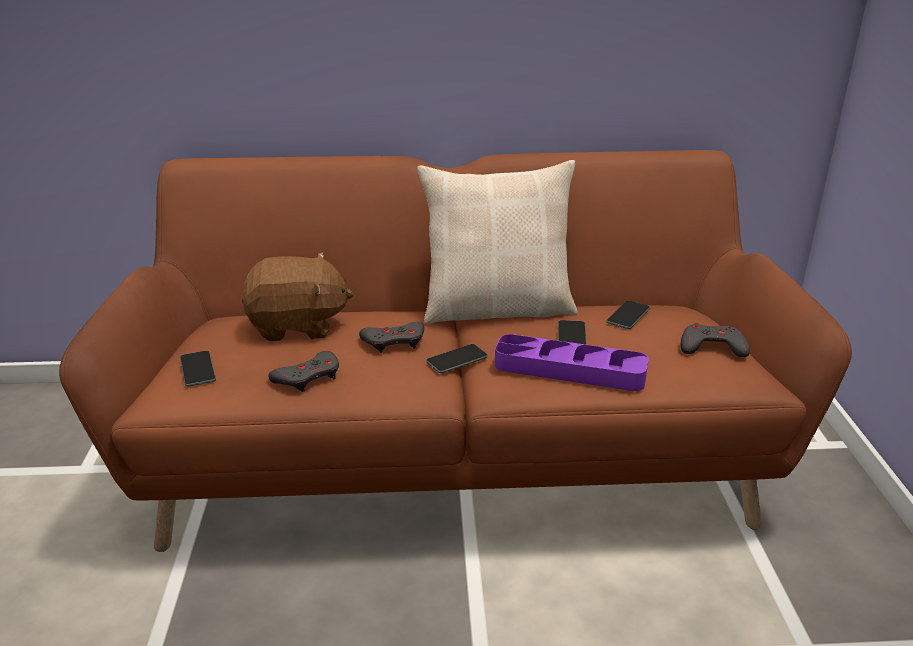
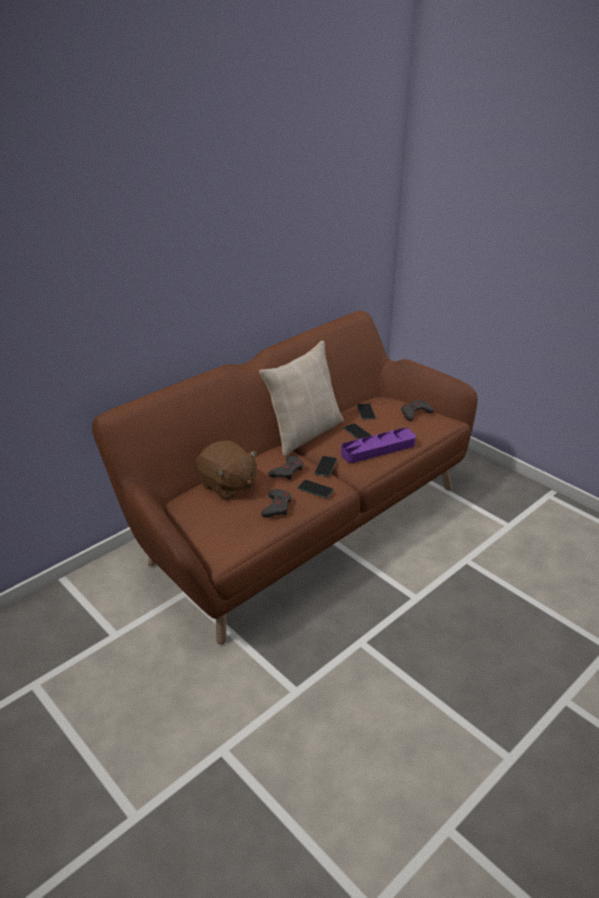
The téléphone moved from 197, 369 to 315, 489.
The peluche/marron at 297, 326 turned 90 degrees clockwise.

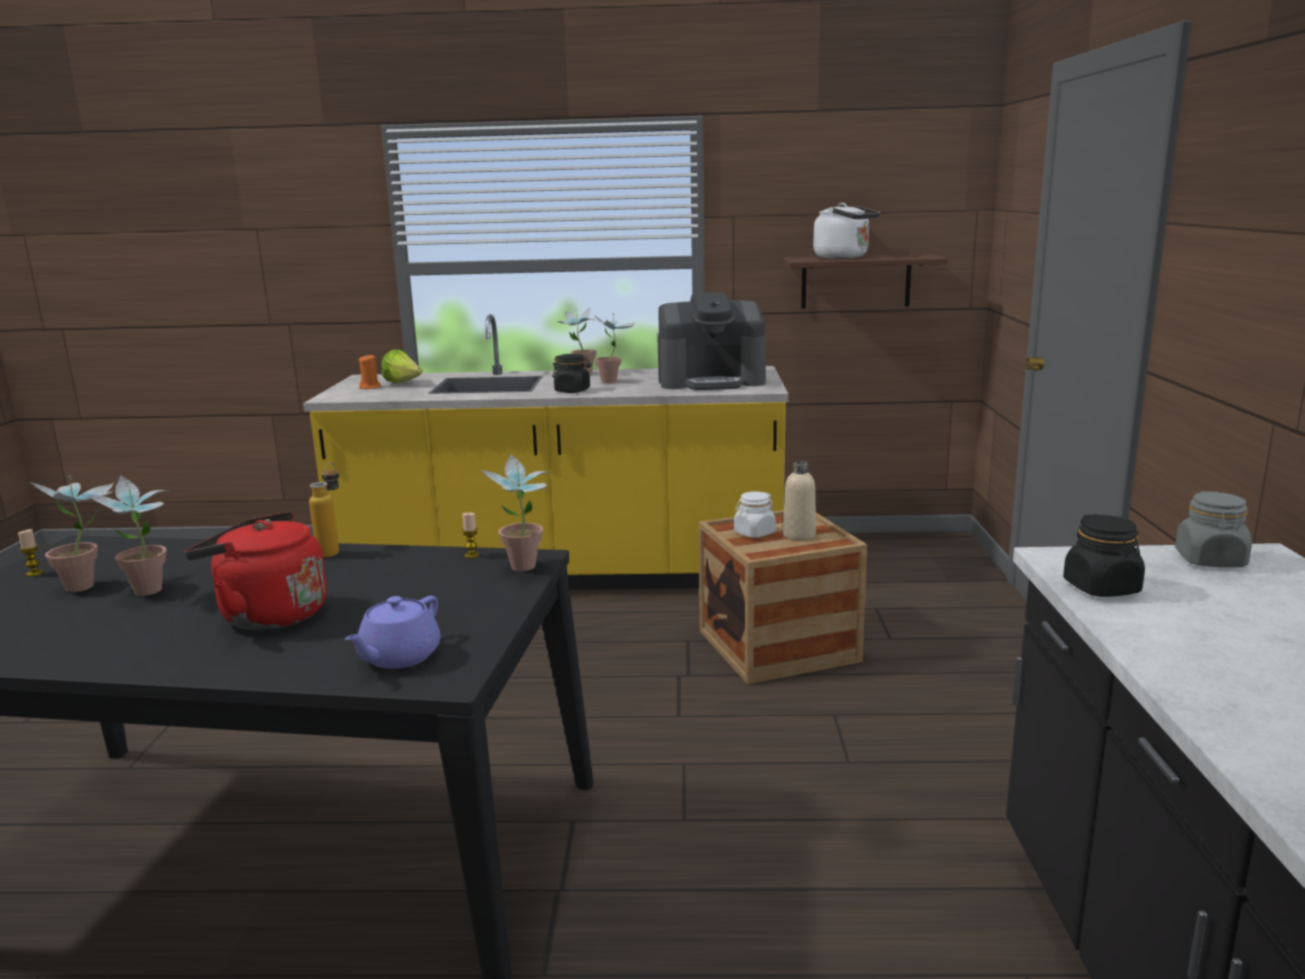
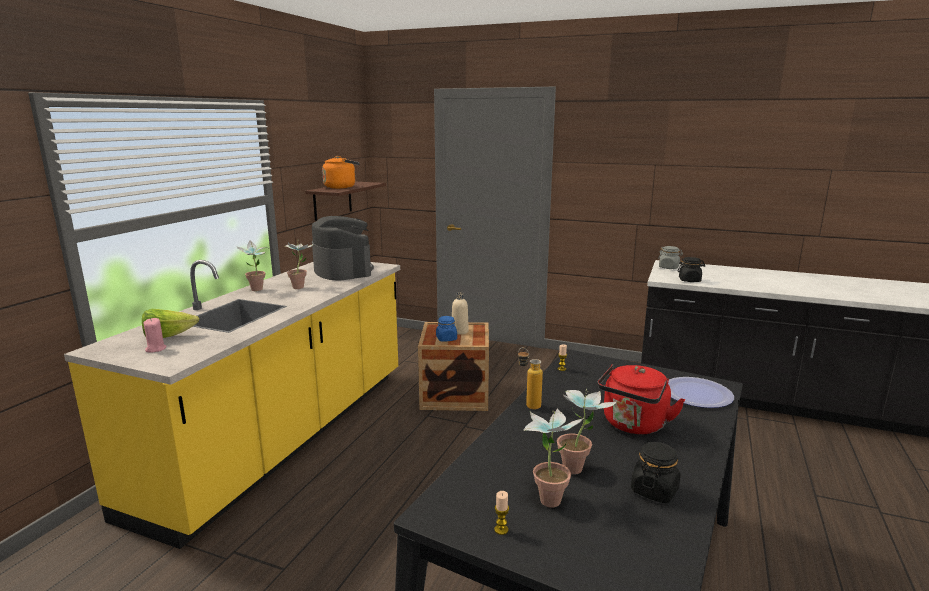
The théière/violet at 398, 657 was replaced by the assiette at 697, 394.
The bougie/orange at 370, 387 became the bougie/rose at 155, 349.
The plante en pot at 524, 570 disappeared.
The bocal/noir moved from 572, 391 to 654, 490.
The machine à café at 711, 381 turned 45 degrees counterclockwise.
The bocal/blanc at 754, 533 became the bocal/bleu at 446, 339.
The bouilloire/blanc at 844, 257 became the bouilloire/orange at 342, 187.

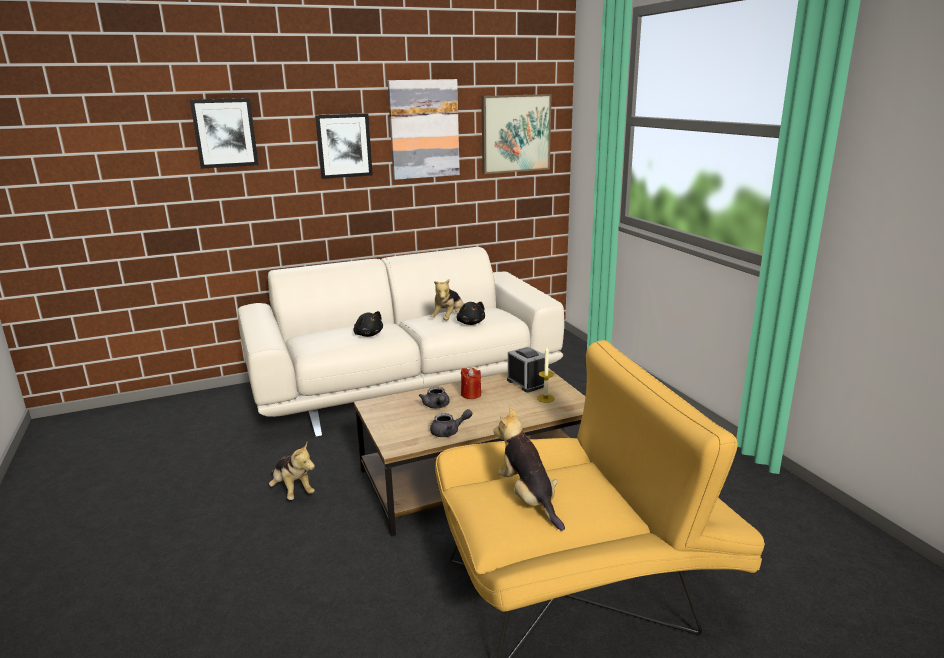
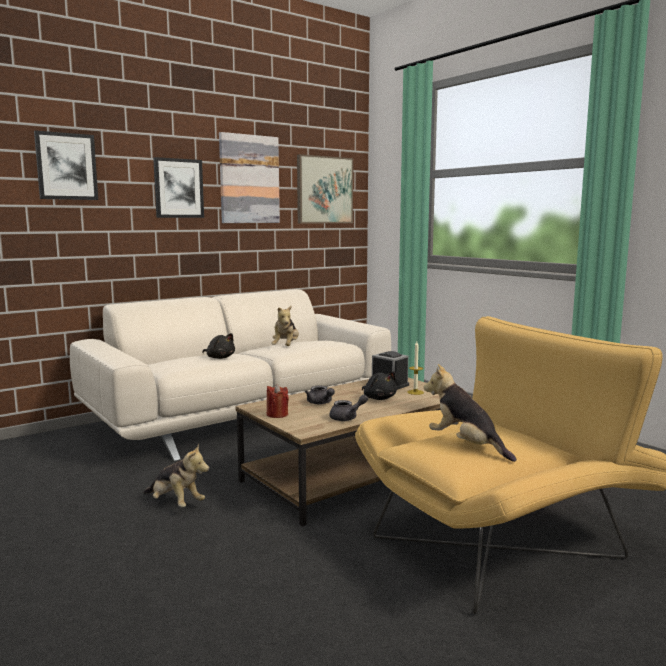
The peluche/noir moved from 470, 323 to 379, 398.
The bougie/rouge moved from 471, 394 to 277, 414.

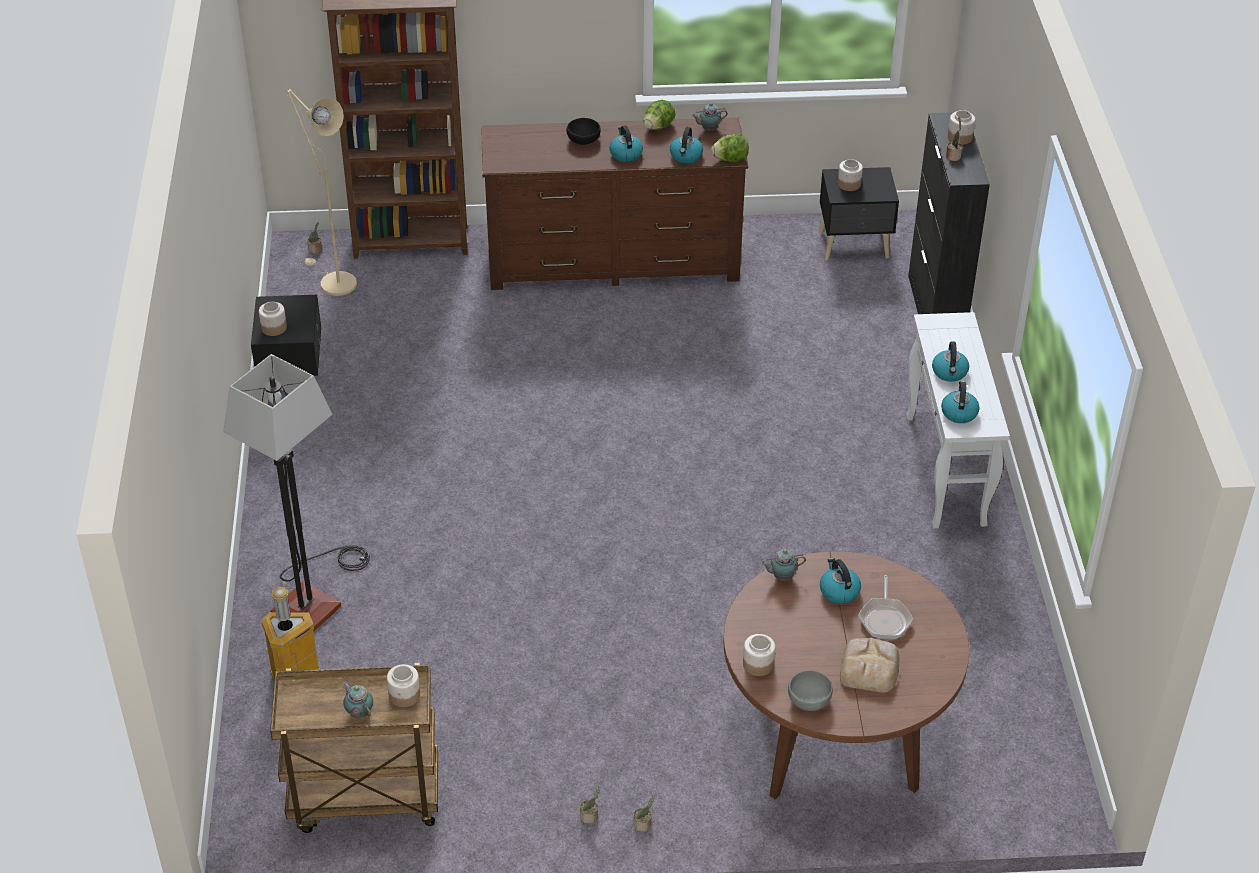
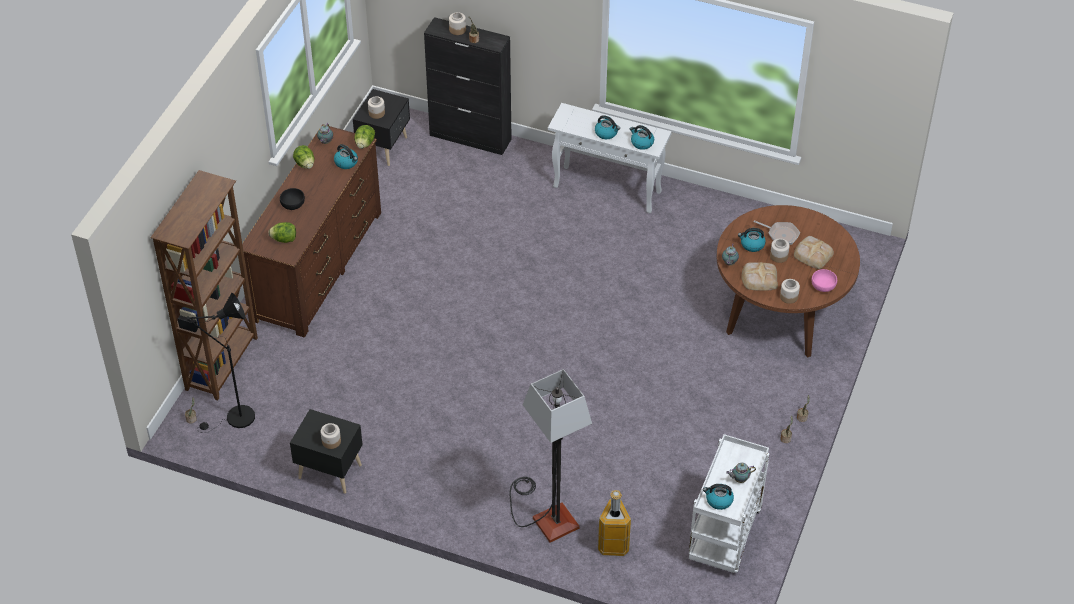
The chariot/marron at 364, 800 became the chariot/blanc at 725, 537.
The lampadaire/beige at 333, 281 became the lampadaire/noir at 235, 419.
The bocal moved from 404, 695 to 779, 256.
The bouilloire moved from 625, 154 to 718, 500.
The bol/gris at 809, 699 became the bol/rose at 823, 285.
The laitue at 284, 239 appeared.
The pain at 759, 278 appeared.

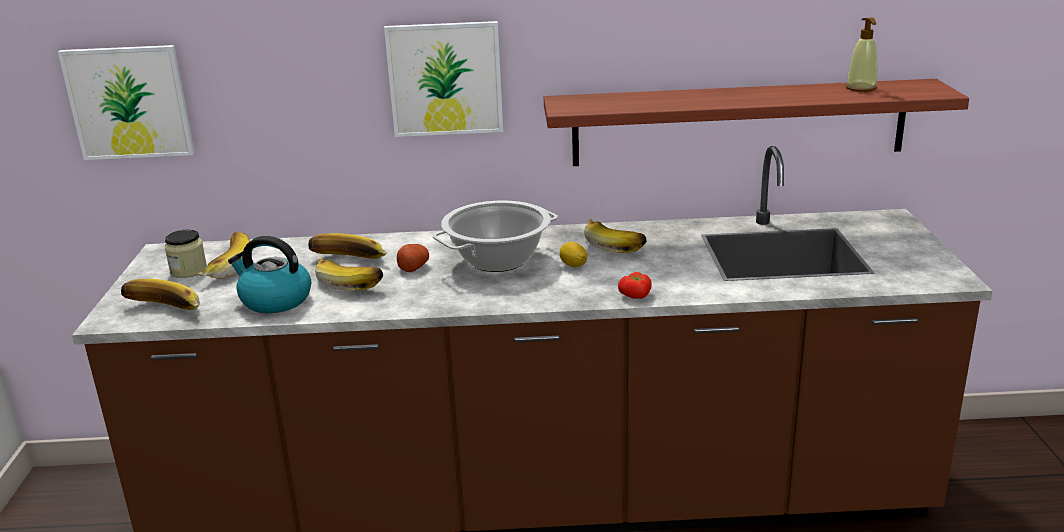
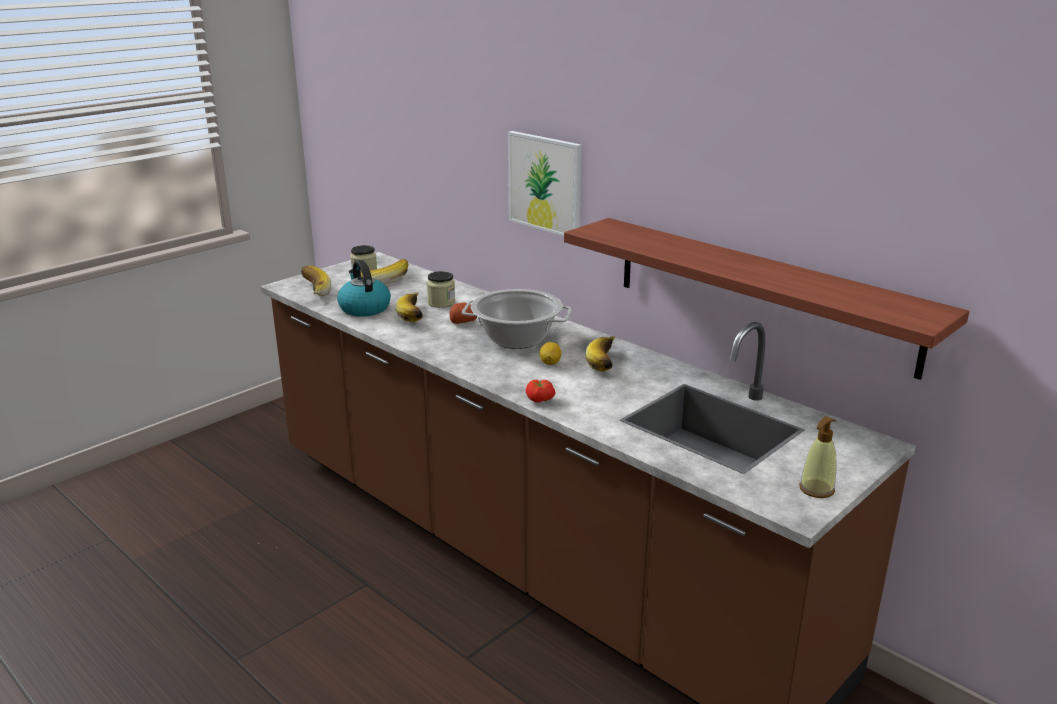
The tableau at 129, 102 disappeared.
The banane at 348, 261 was replaced by the bocal at 441, 303.
The distributeur de savon moved from 861, 88 to 816, 489.

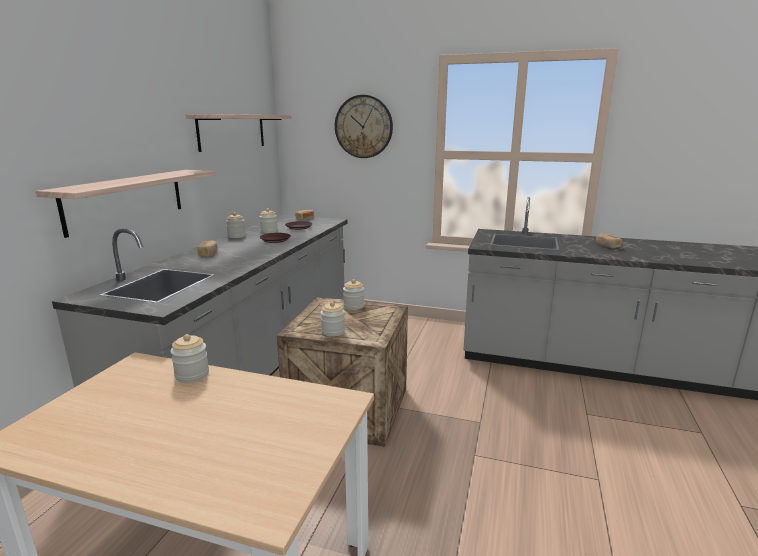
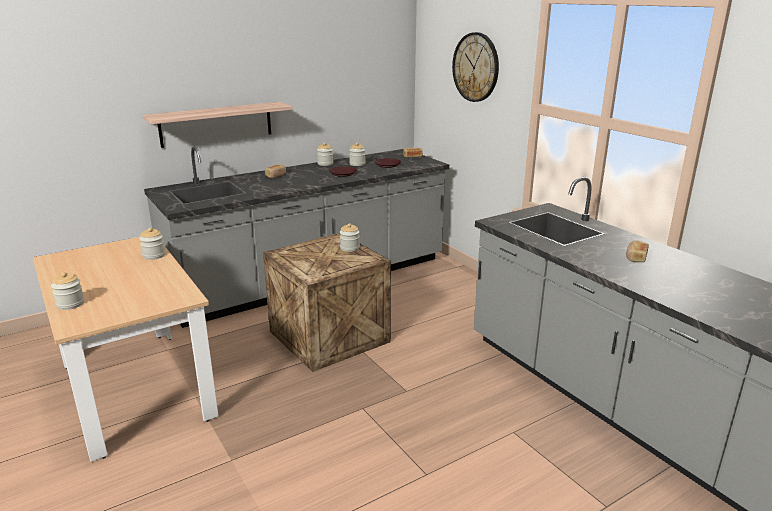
The étagère at 232, 131 disappeared.
The bocal moved from 333, 332 to 70, 304.

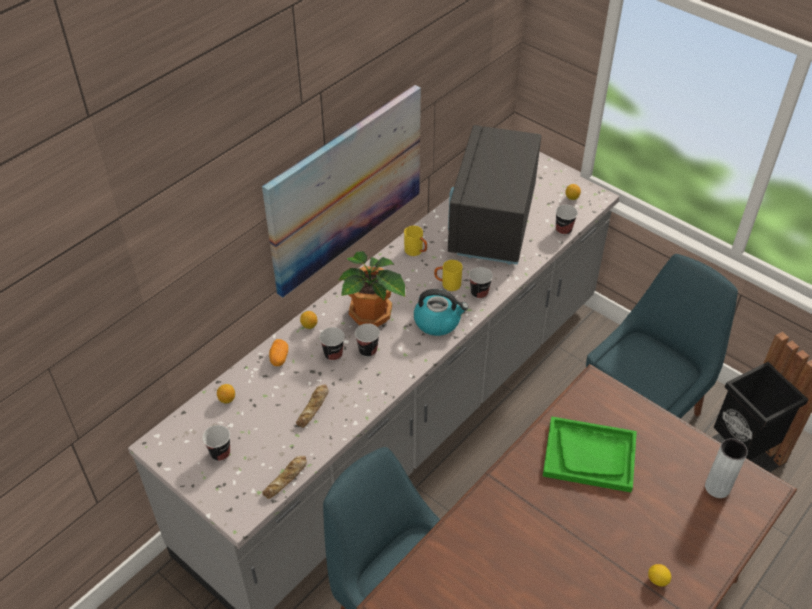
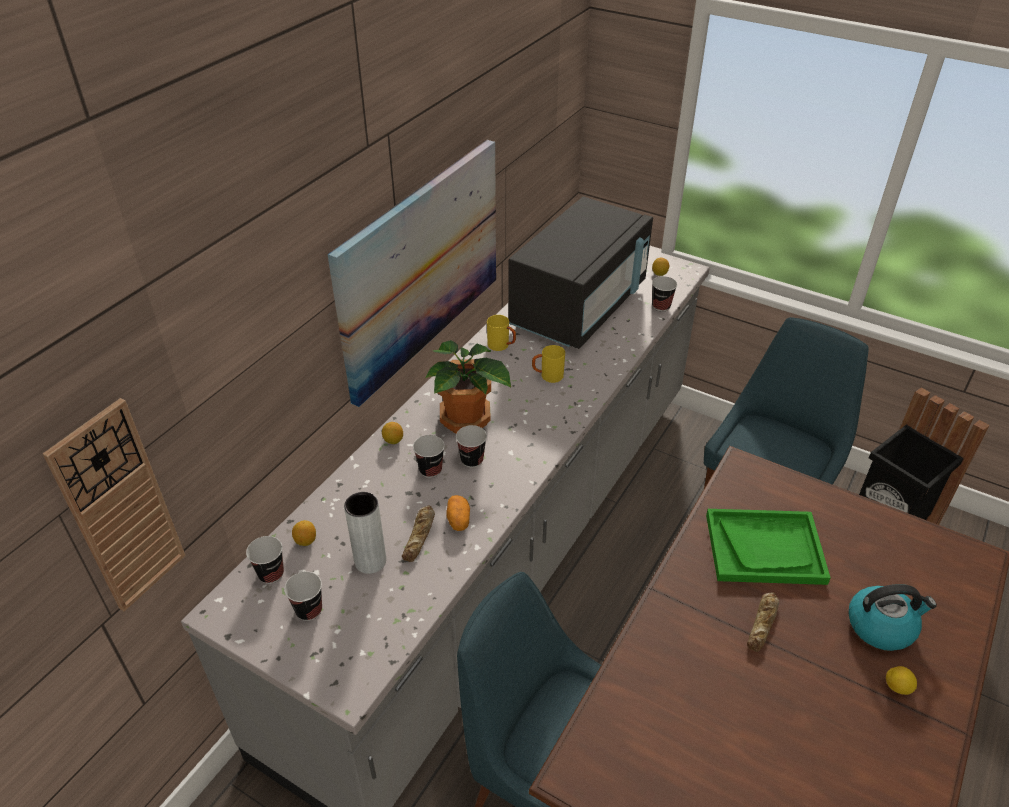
The pain moved from 286, 479 to 763, 624.
The pomme de terre moved from 279, 358 to 458, 520.
The bouilloire moved from 438, 321 to 881, 626.
The micro-ondes/noir at 491, 222 turned 150 degrees counterclockwise.
The tasse moved from 479, 293 to 271, 574.
The vase/gris moved from 717, 487 to 370, 561.
The horloge murale at 119, 509 appeared.

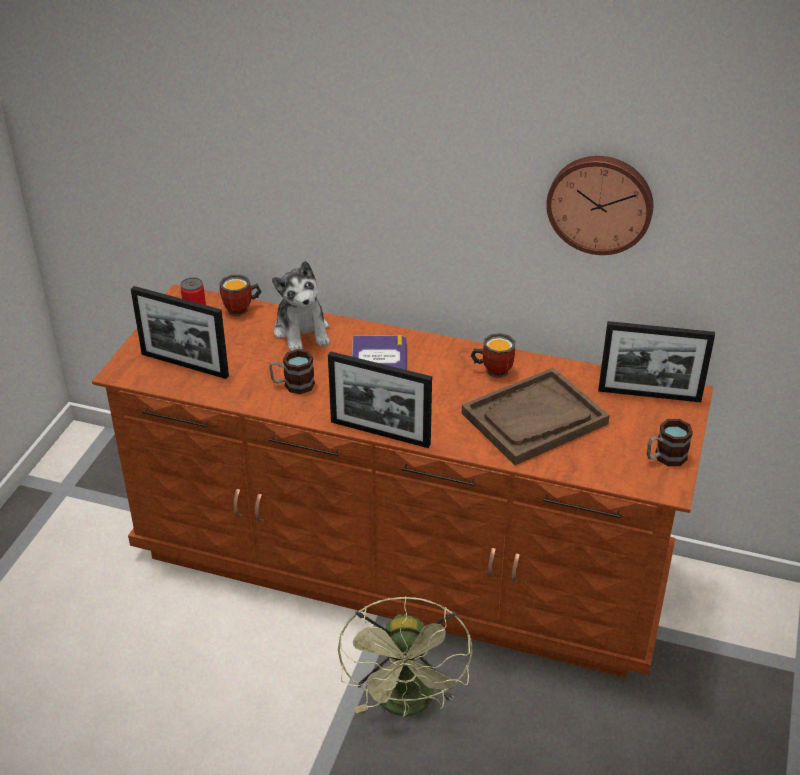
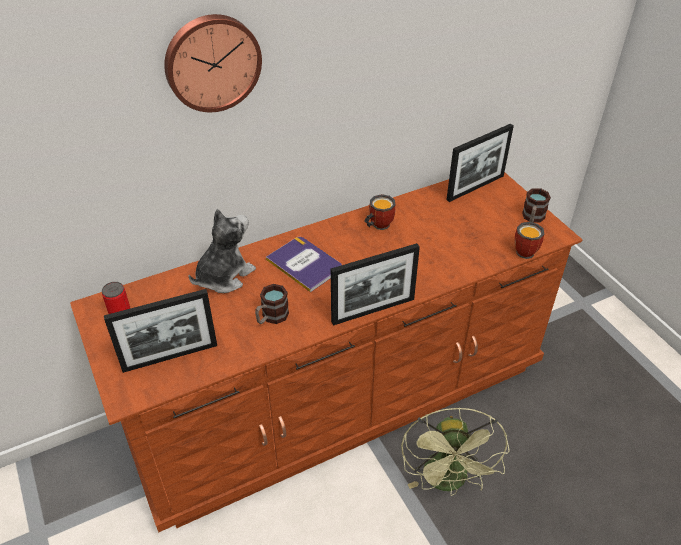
The mug moved from 242, 310 to 527, 250.
The peluche at 302, 332 turned 75 degrees counterclockwise.
The ventilateur/vert at 407, 705 turned 45 degrees clockwise.
The plateau/marron at 534, 419 disappeared.
The horloge murale moved from 600, 203 to 212, 62.

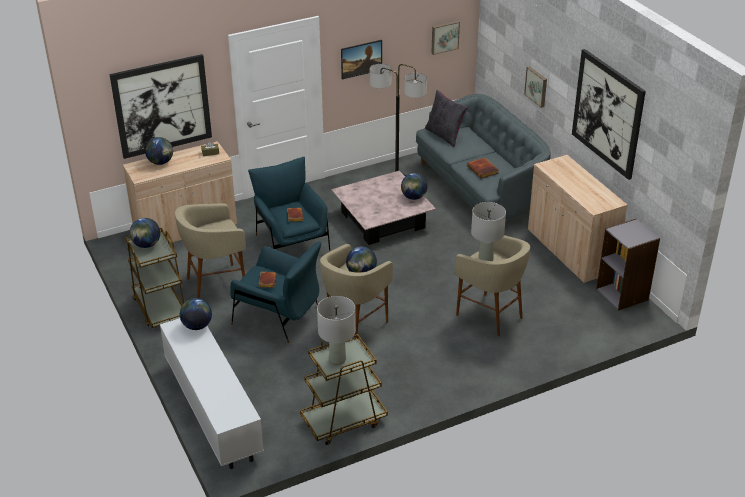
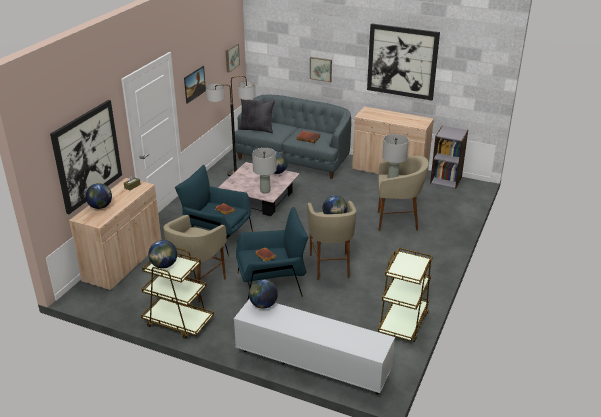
The lampe de table/gris moved from 337, 359 to 265, 191.

